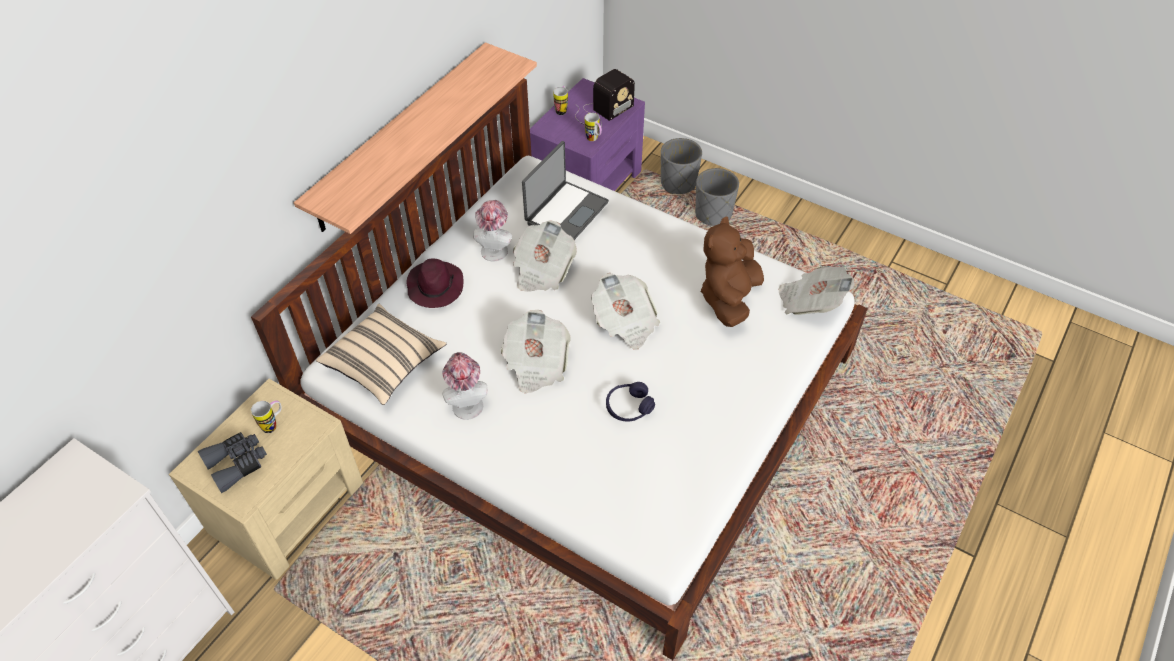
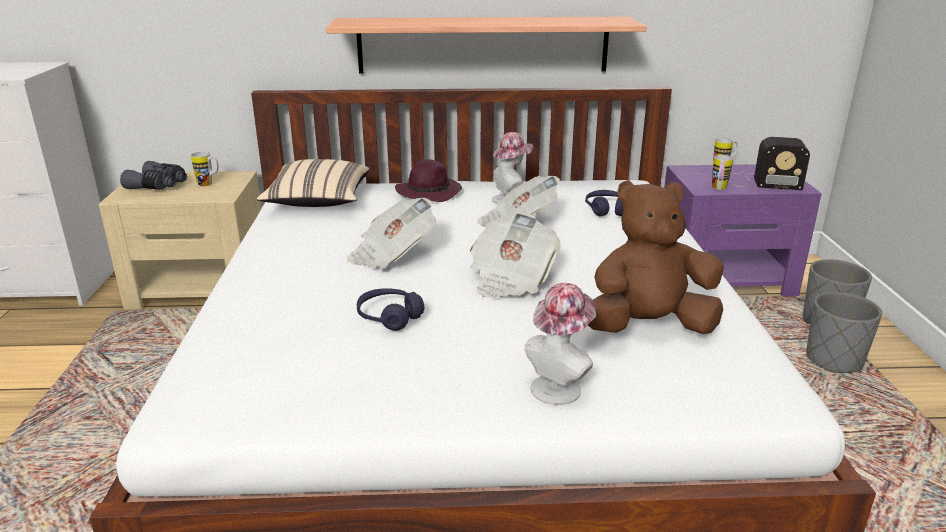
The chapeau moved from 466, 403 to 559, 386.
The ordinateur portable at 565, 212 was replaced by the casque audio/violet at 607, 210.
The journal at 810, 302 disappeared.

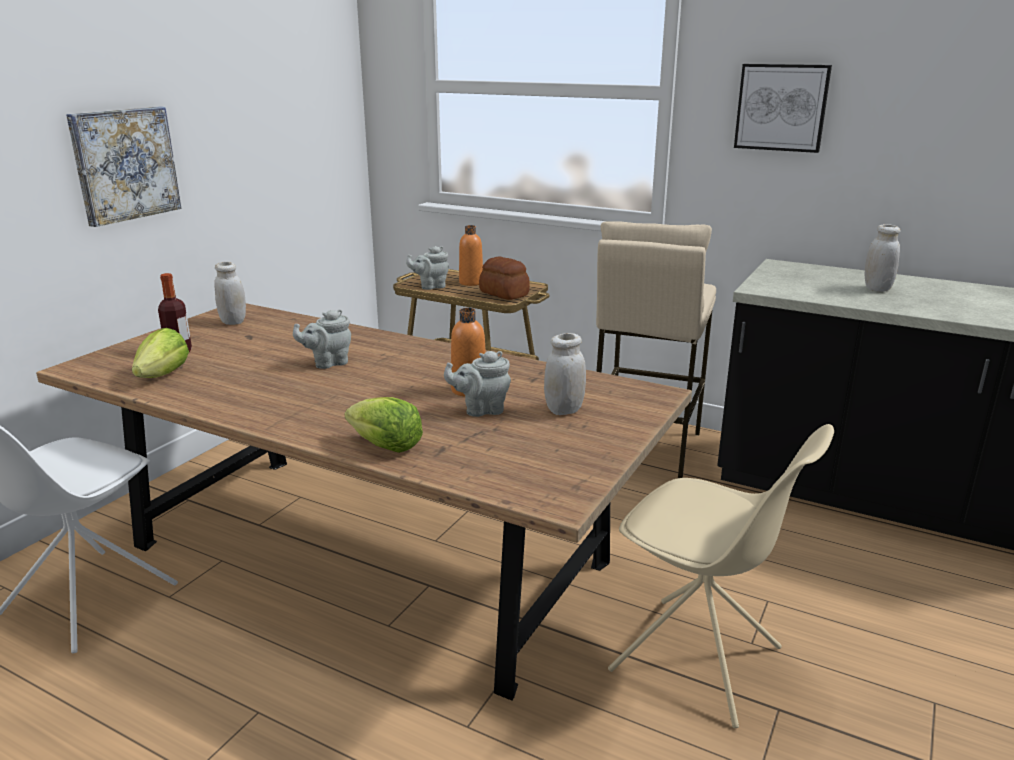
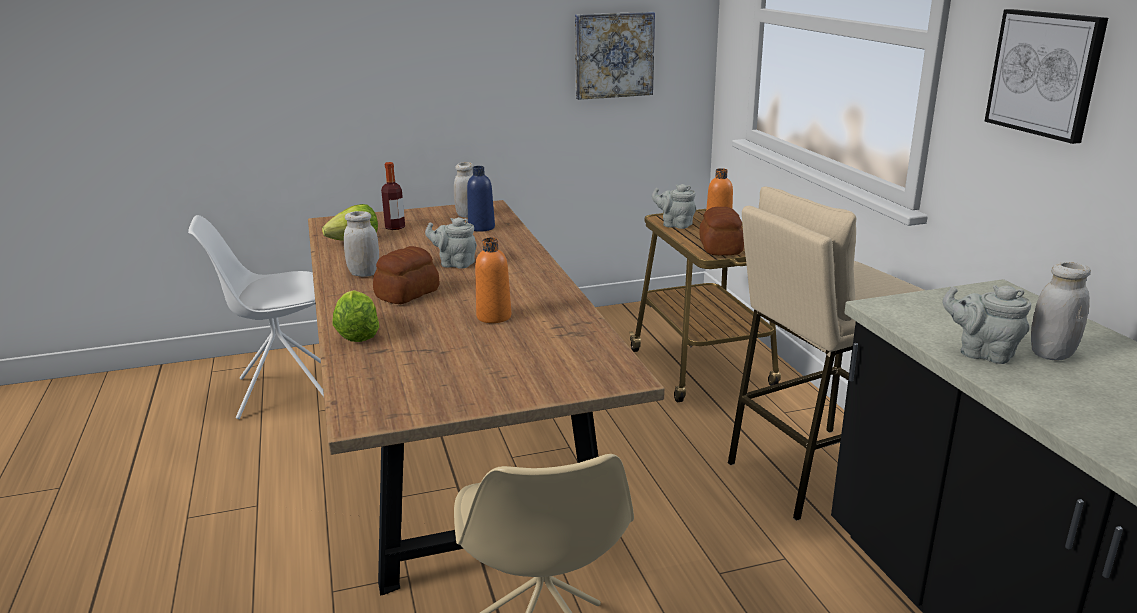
The tableau moved from 124, 164 to 613, 55.
The théière/gris moved from 481, 410 to 982, 353.
The bocal/blanc moved from 564, 410 to 364, 273.
The pain at 408, 294 appeared.
The bouteille/bleu at 481, 228 appeared.

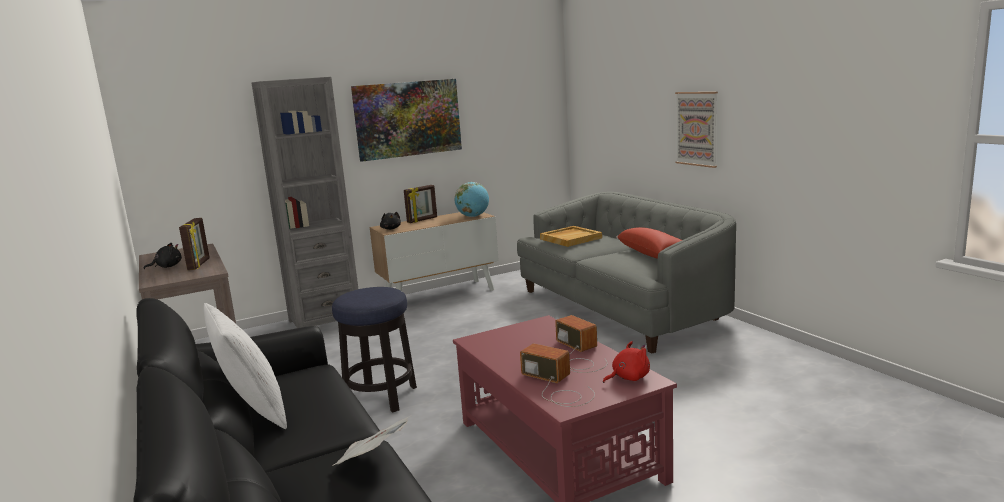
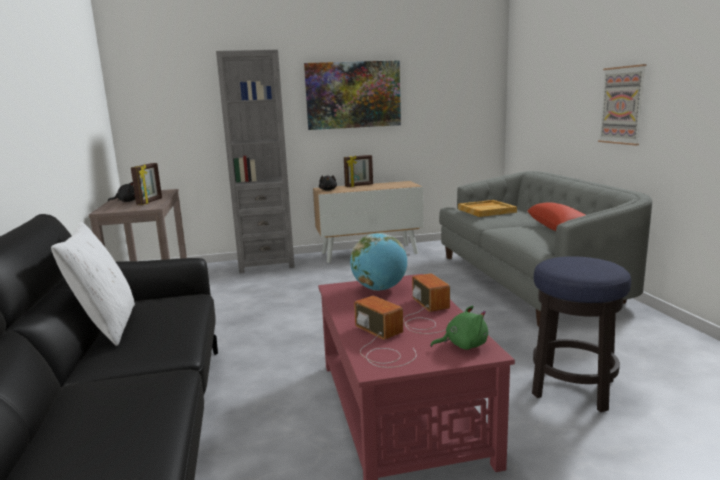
The tabouret moved from 381, 398 to 573, 388.
The journal at 374, 460 disappeared.
The globe moved from 473, 216 to 379, 289.
The peluche/rouge at 628, 378 became the peluche/vert at 463, 345.

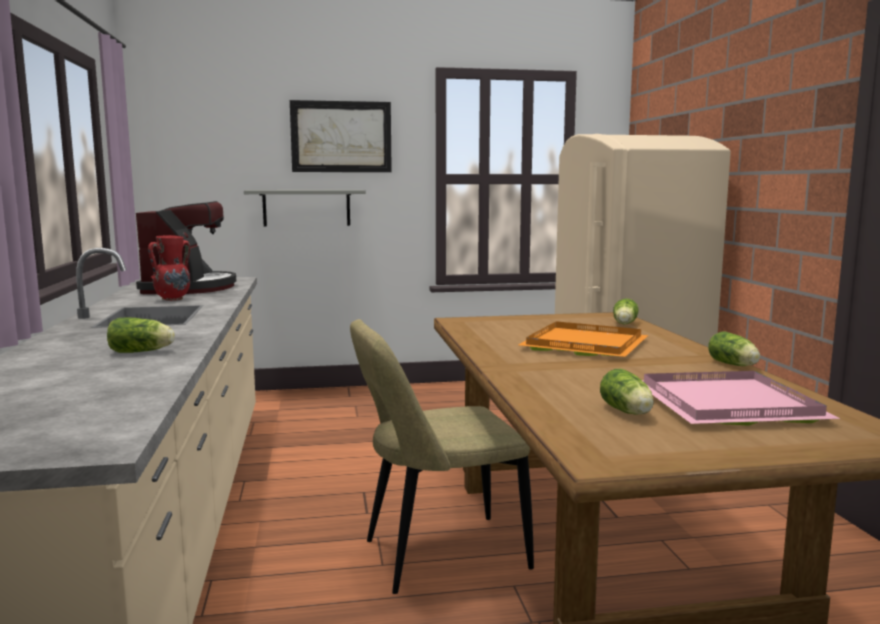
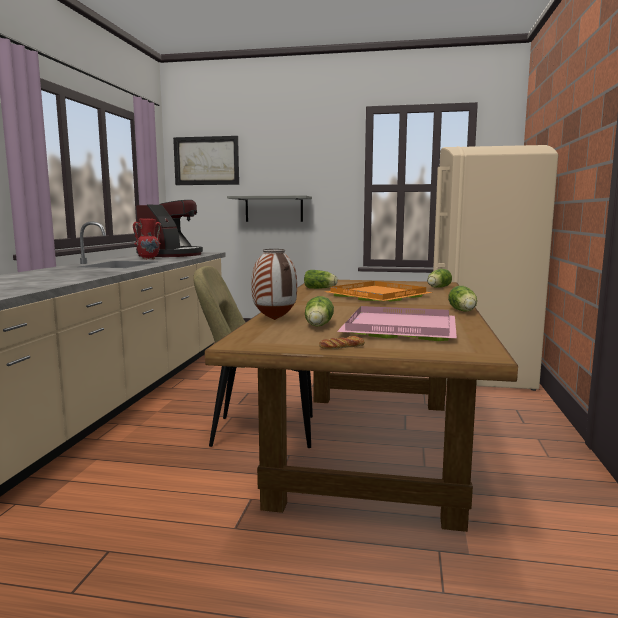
The laitue moved from 143, 352 to 321, 288.
The tableau moved from 341, 137 to 206, 161.
The vase at 273, 320 appeared.
The pain at 341, 347 appeared.

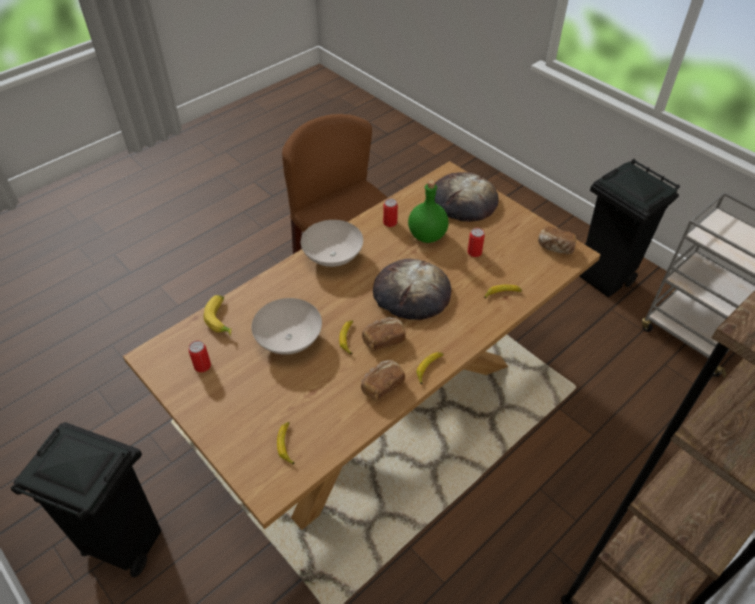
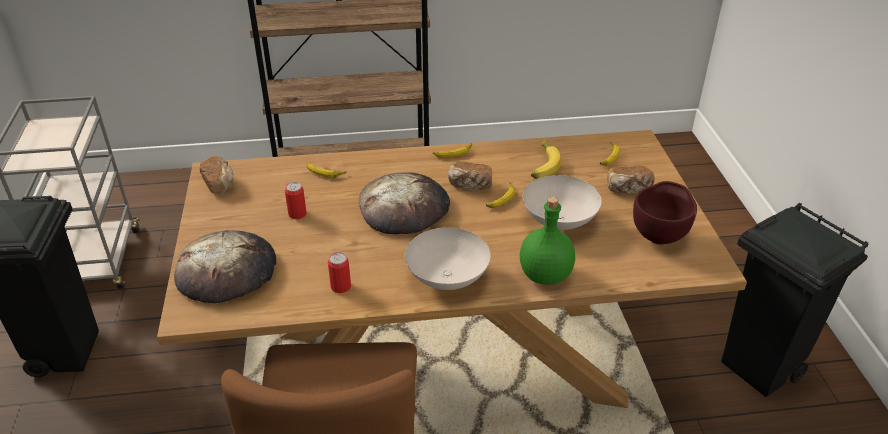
The boîte métallique at 202, 366 was replaced by the bol/marron at 659, 236.
The banane moved from 222, 319 to 542, 166.
The pain moved from 381, 385 to 628, 189.
The bouteille/vert moved from 428, 236 to 544, 275.

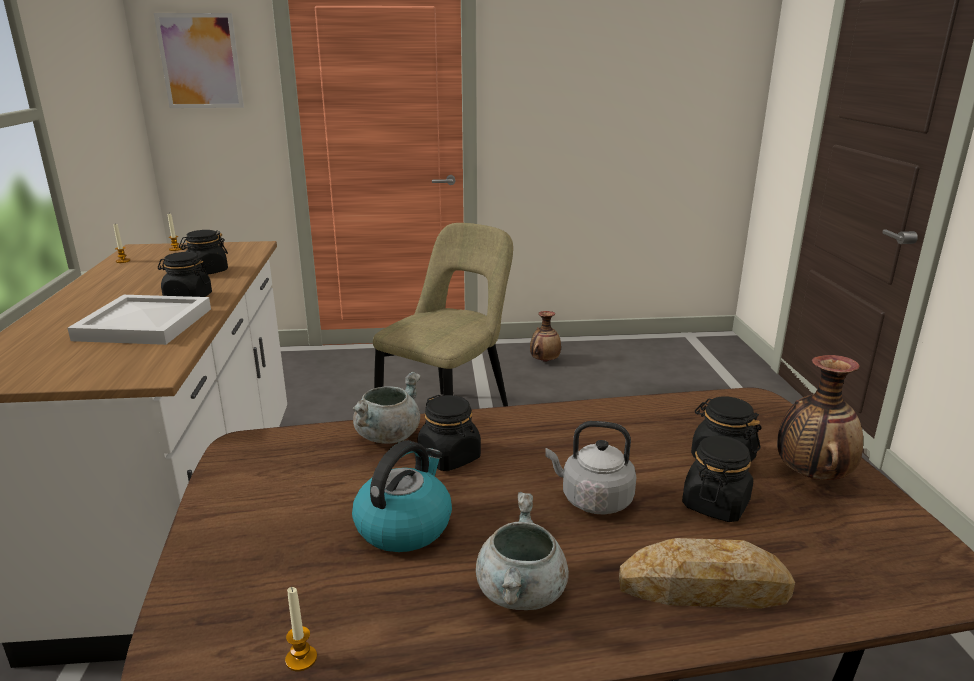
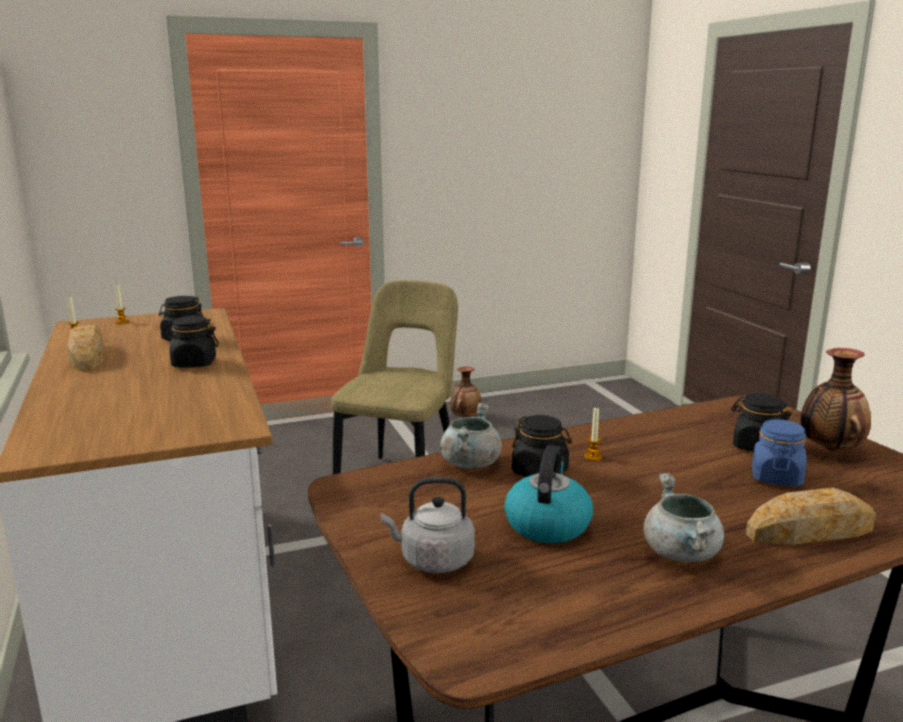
The plateau/blanc at 144, 323 disappeared.
The tableau at 200, 61 disappeared.
The bougie moved from 301, 659 to 593, 457.
The bouilloire/gris moved from 592, 499 to 433, 561.
The bocal/noir at 715, 504 became the bocal/bleu at 776, 477.
The pain at 87, 356 appeared.

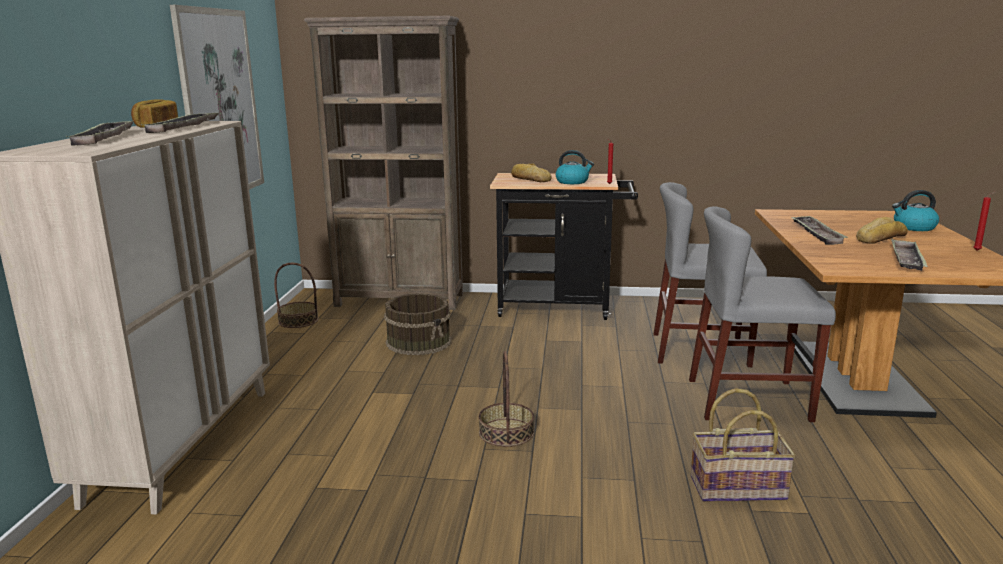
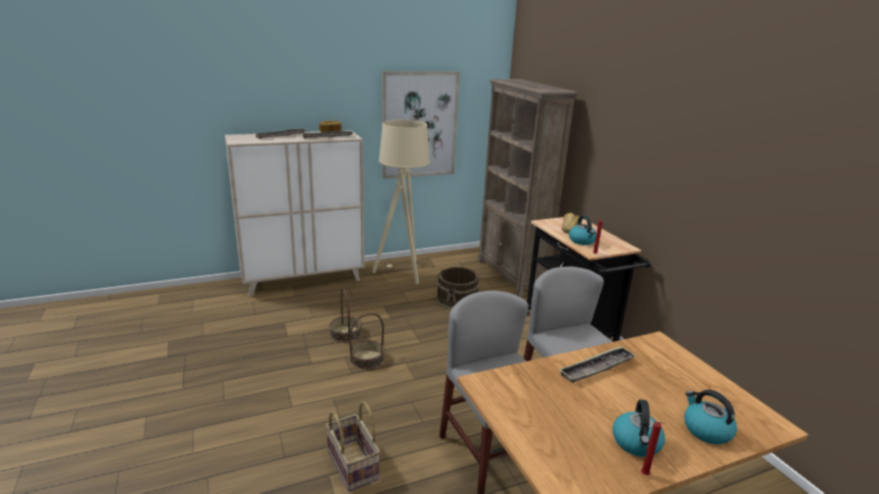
The panier moved from 298, 321 to 346, 334.
The pain at 878, 238 disappeared.
The plateau at 907, 260 disappeared.
The lampadaire/beige at 402, 273 appeared.
The bouilloire at 636, 443 appeared.

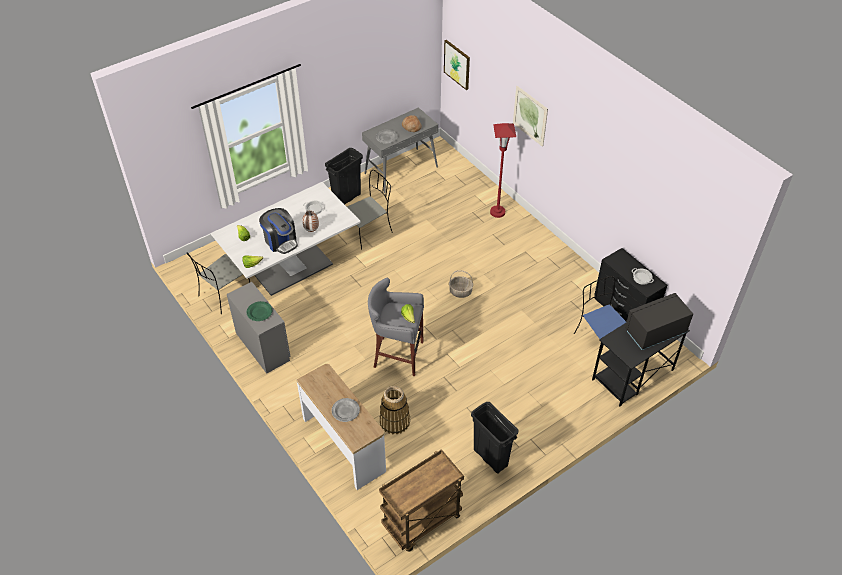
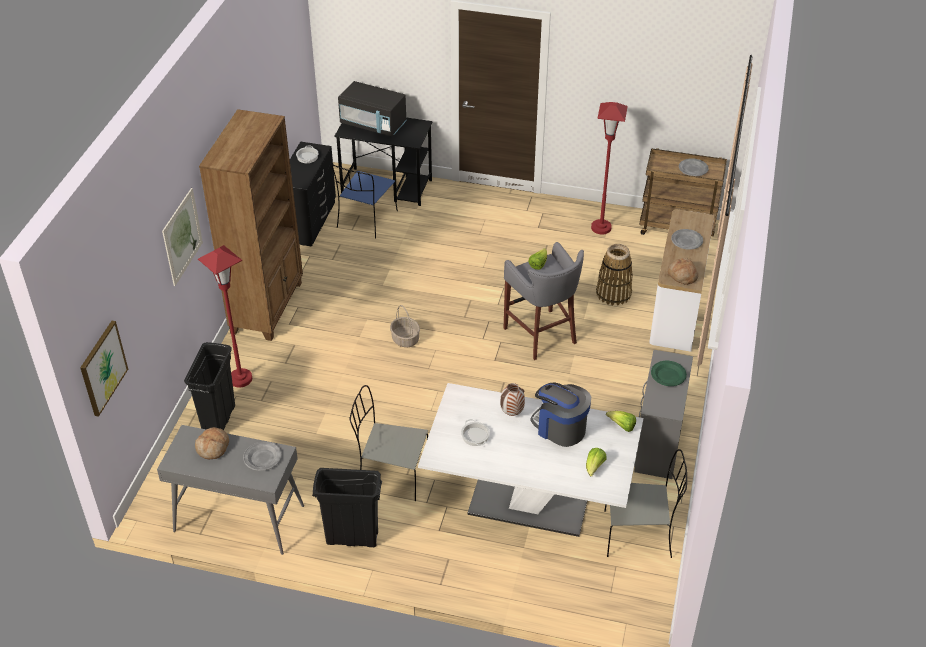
The machine à café at 280, 241 turned 60 degrees counterclockwise.
The poubelle/noir moved from 491, 458 to 219, 420.
The bibliothèque/marron at 268, 307 appeared.
The lampadaire/rouge at 601, 228 appeared.
The pain at 682, 275 appeared.
The assiette/gris at 693, 169 appeared.

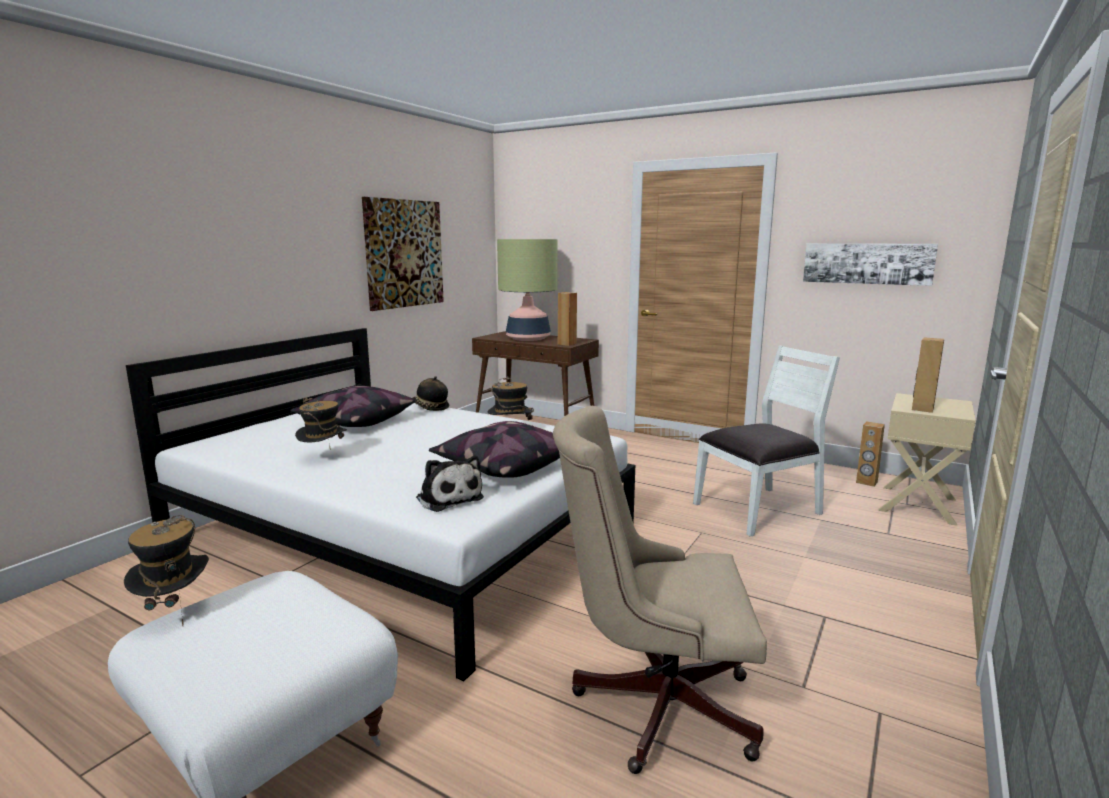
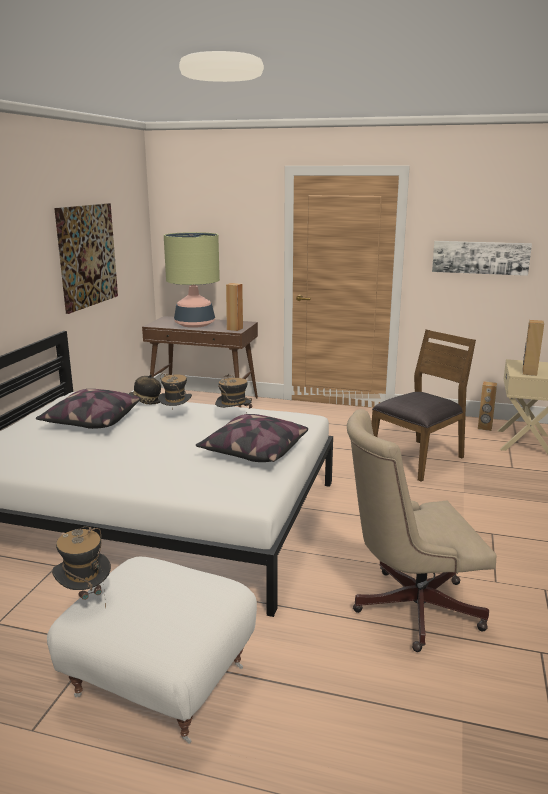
The chapeau moved from 324, 458 to 176, 416.
The peluche at 448, 498 disappeared.
The chaise/blanc at 759, 509 became the chaise/marron at 418, 459.

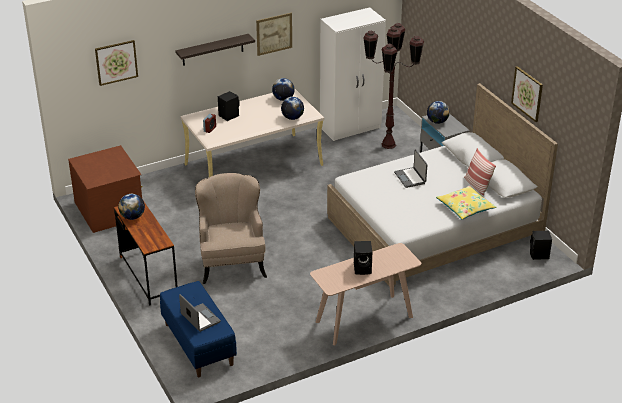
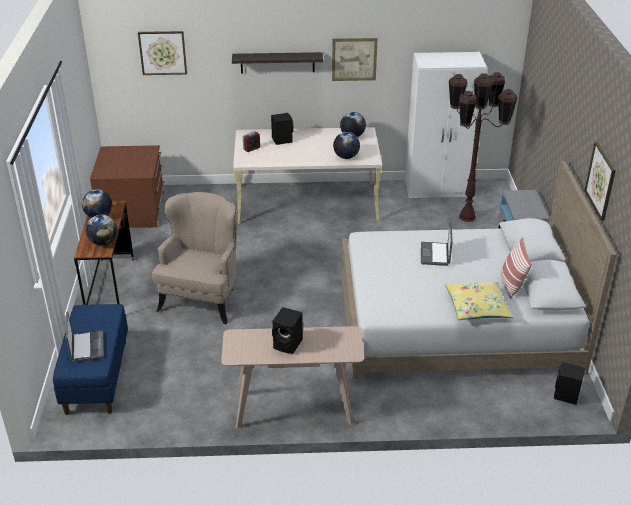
The globe moved from 437, 122 to 103, 242.

